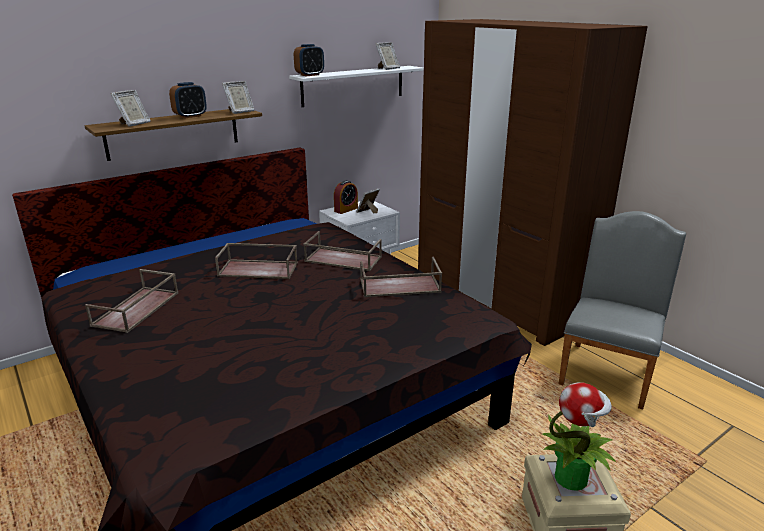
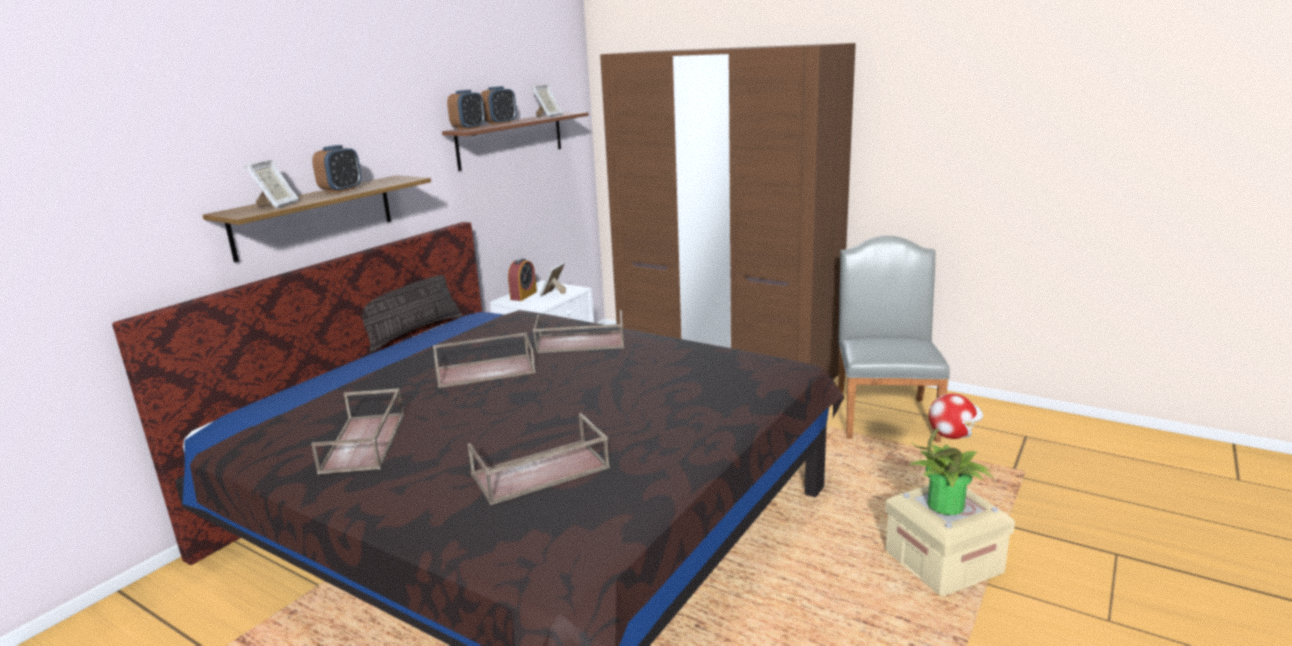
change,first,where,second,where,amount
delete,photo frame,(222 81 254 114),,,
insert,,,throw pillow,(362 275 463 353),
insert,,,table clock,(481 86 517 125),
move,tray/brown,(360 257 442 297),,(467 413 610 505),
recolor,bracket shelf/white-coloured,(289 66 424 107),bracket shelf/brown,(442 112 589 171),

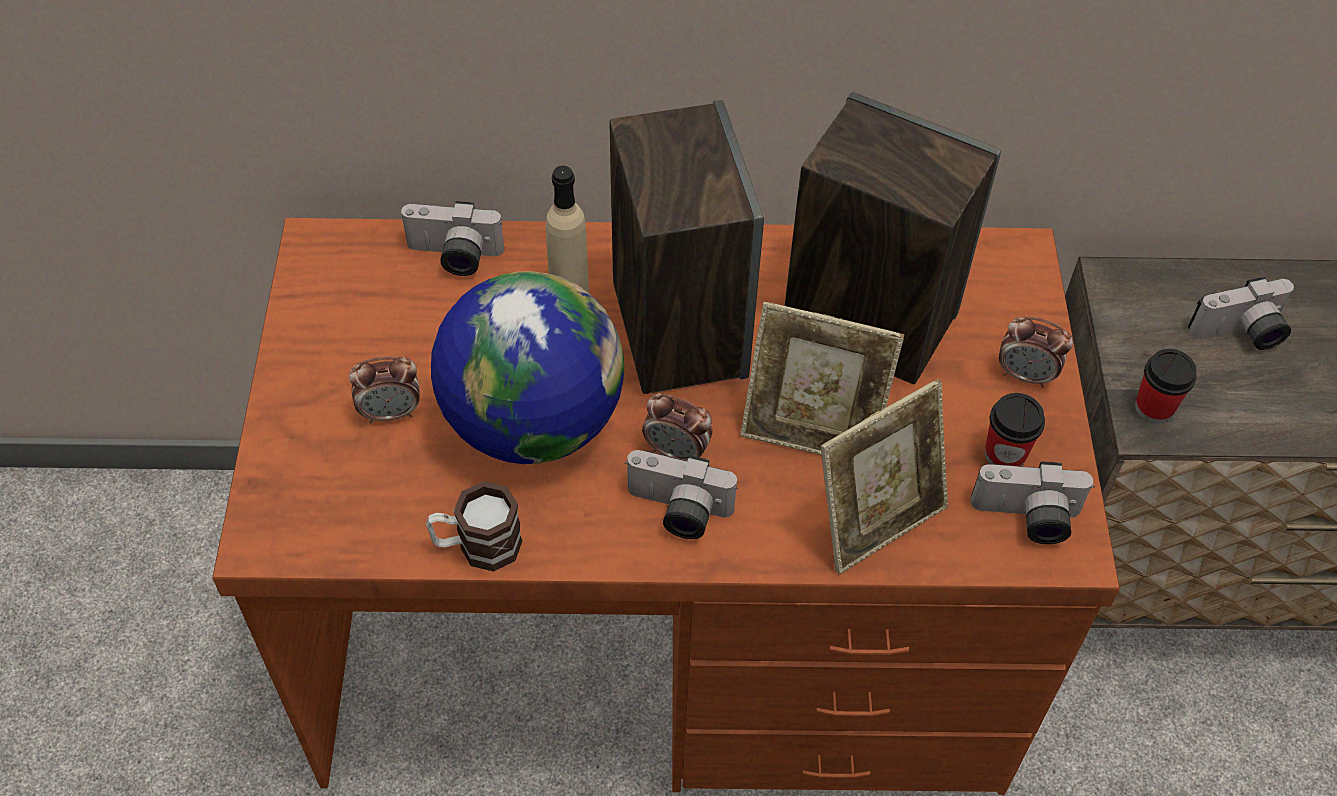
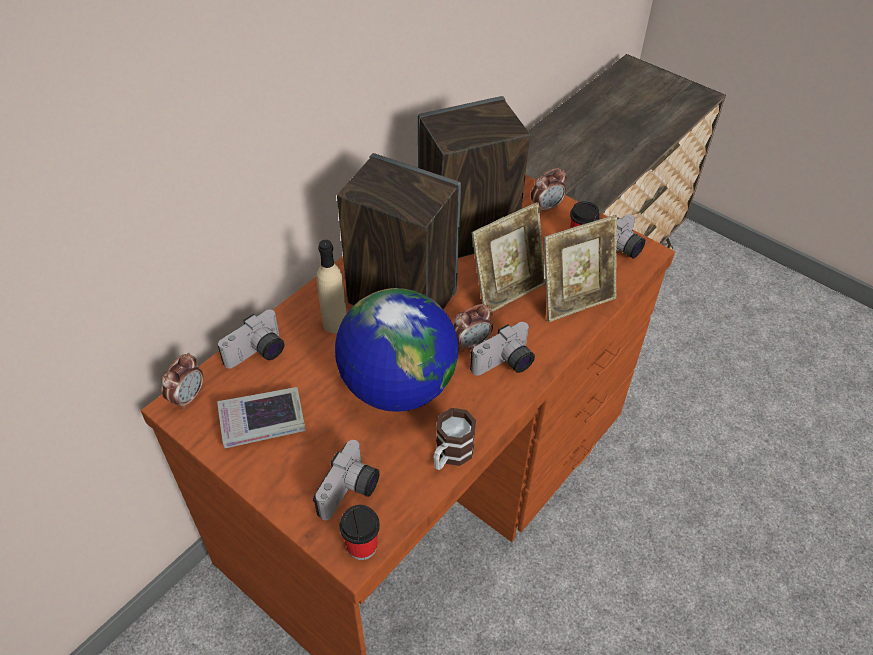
change,first,where,second,where,amount
insert,,,volume,(217 387 306 448),
move,table clock,(349 356 420 423),,(161 353 203 410),
move,small cup,(1135 349 1197 424),,(340 505 380 560),
move,photo camera,(1188 277 1295 350),,(313 440 380 520),
rotate,photo frame,(821 379 948 574),,(544 215 617 322),60 degrees clockwise

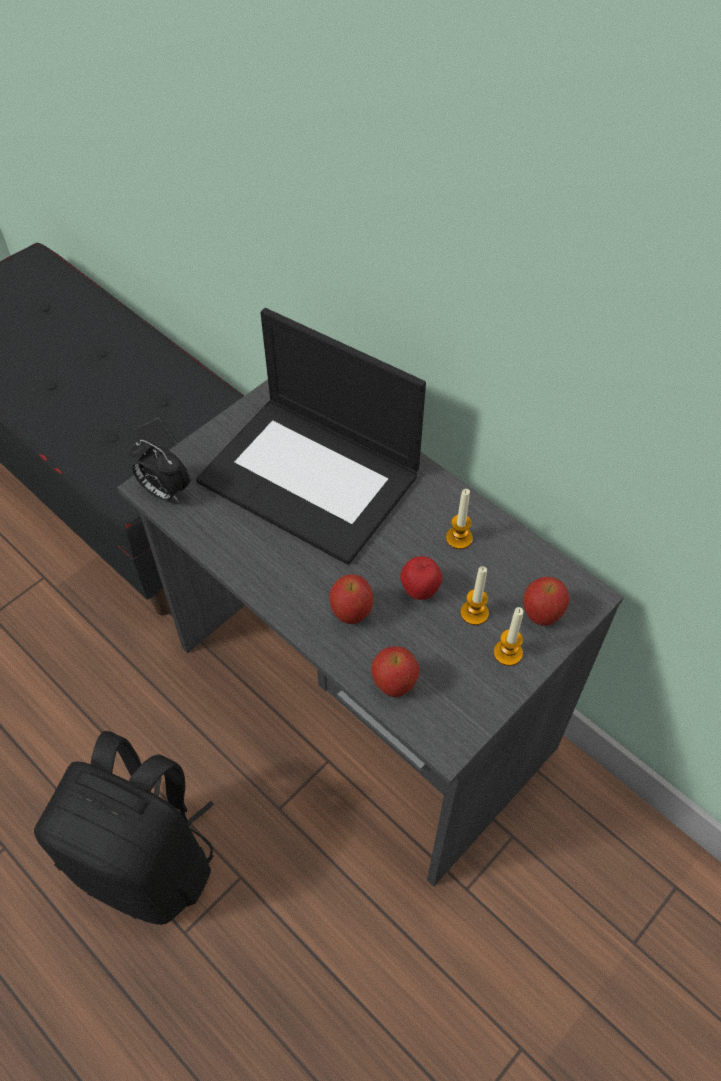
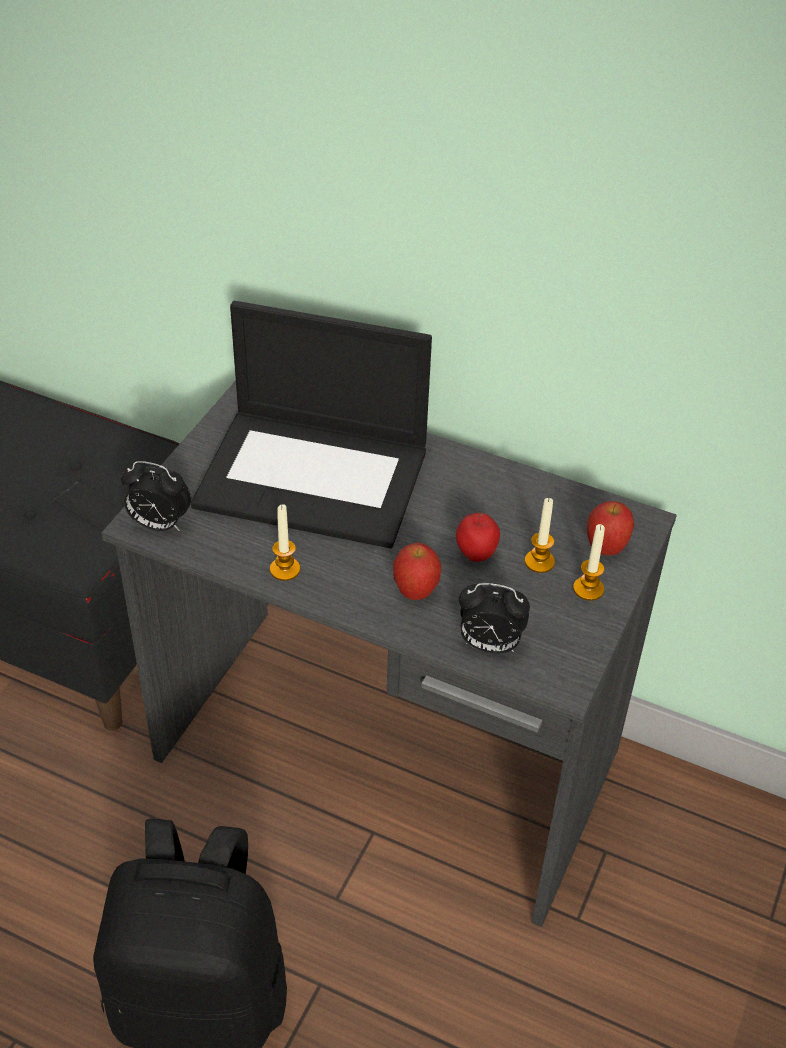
change,first,where,second,where,amount
move,wax light,(446 489 473 549),,(270 504 300 581),
replace,apple fruit,(371 646 419 697),table clock,(459 583 530 654),

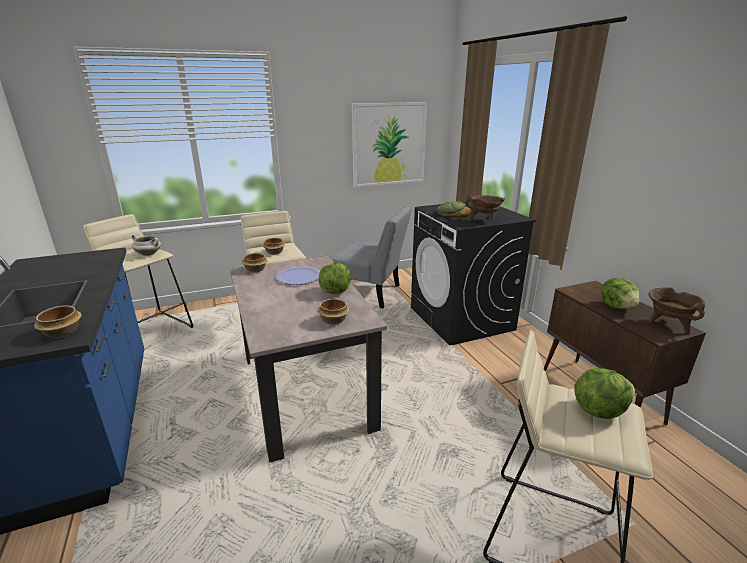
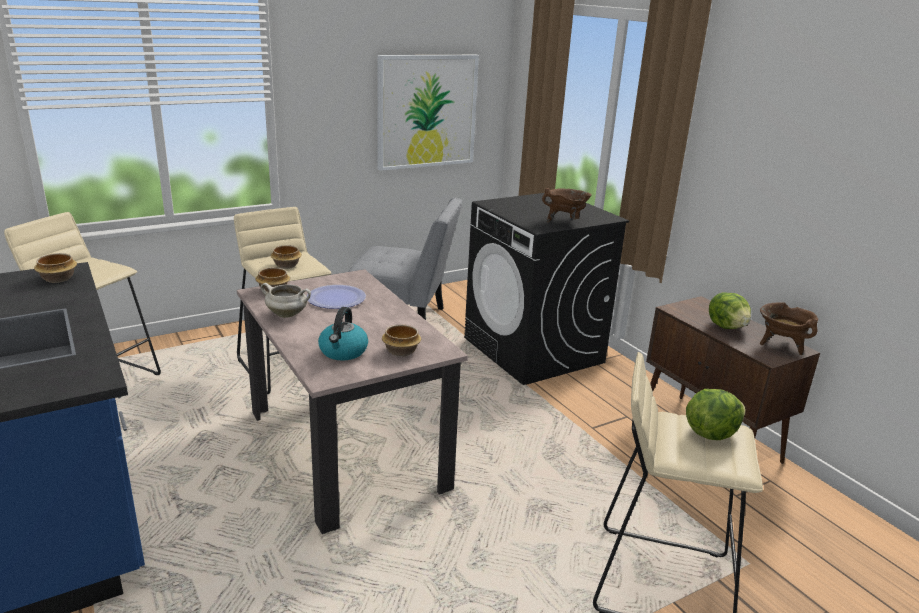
change,first,where,second,where,amount
delete,head of lettuce,(319 263 351 294),,,
delete,bread,(436 201 471 217),,,
insert,,,kettle,(318 307 368 361),
move,deep dish,(34 305 82 338),,(34 253 77 283),
move,stockpot/white-coloured,(132 234 161 256),,(261 283 311 318),

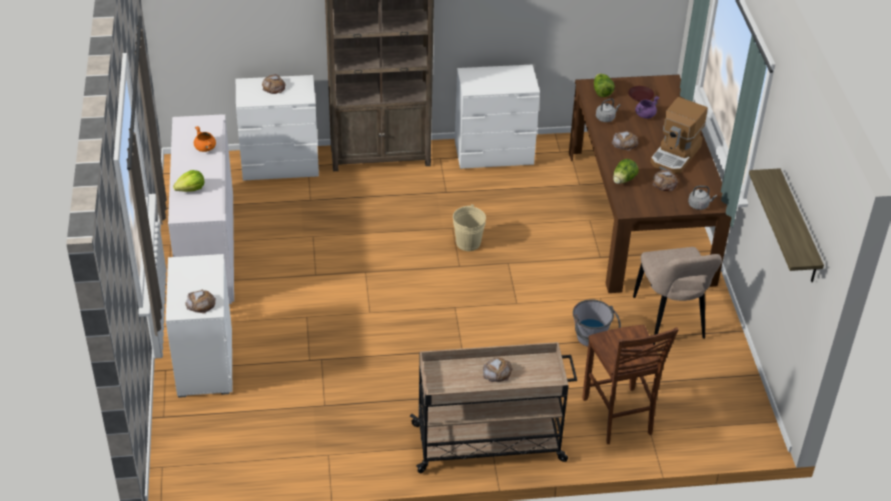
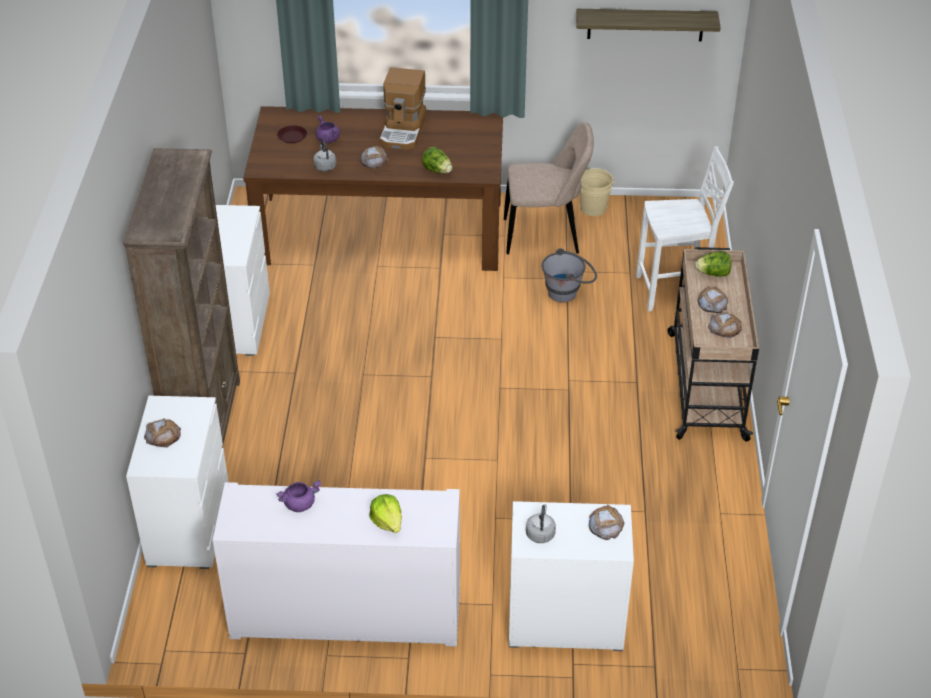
change,first,where,second,where,amount
move,bucket/sand-coloured,(453 204 486 251),,(579 168 615 216),
move,head of lettuce,(594 73 615 97),,(695 251 731 277),
move,bread,(653 169 678 191),,(708 312 742 339),
move,kettle/gray,(688 186 717 210),,(526 504 556 543),
recolor,stockpot/orange,(194 126 216 152),stockpot/purple,(276 480 321 512),
recolor,chair/brown,(582 325 679 444),chair/white-coloured,(636 146 734 311),
rotate,coffee brewer,(650 97 708 174),,(380 67 426 150),60 degrees clockwise

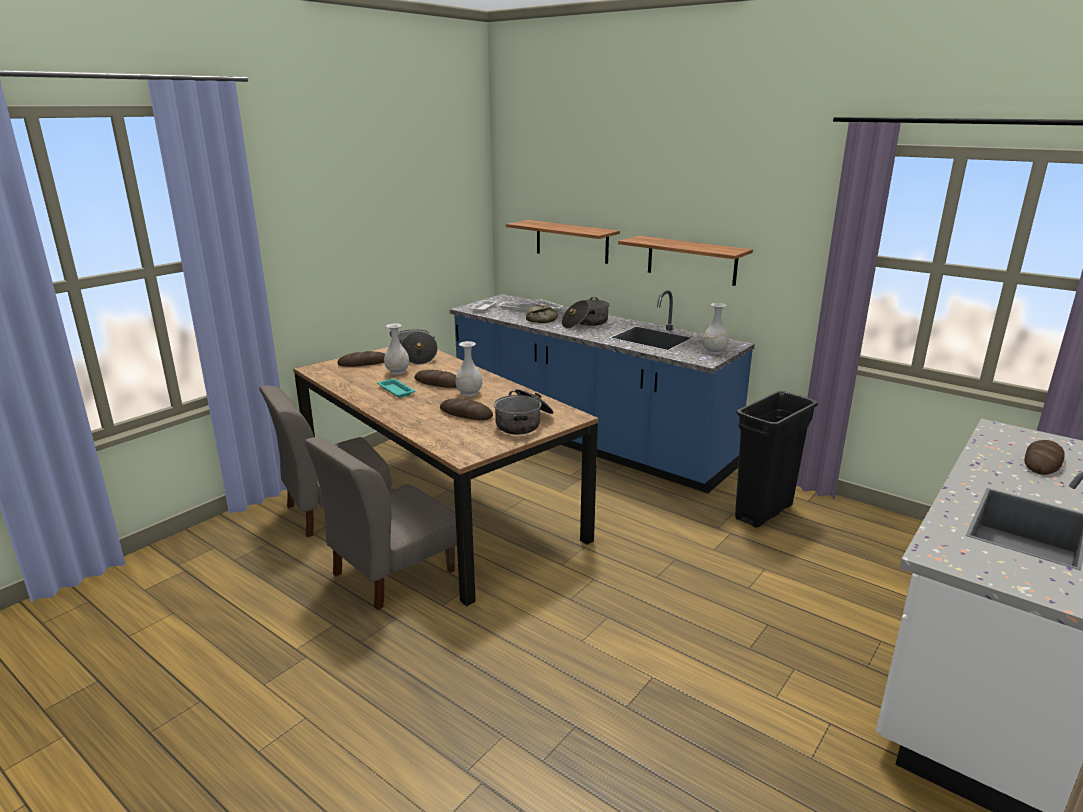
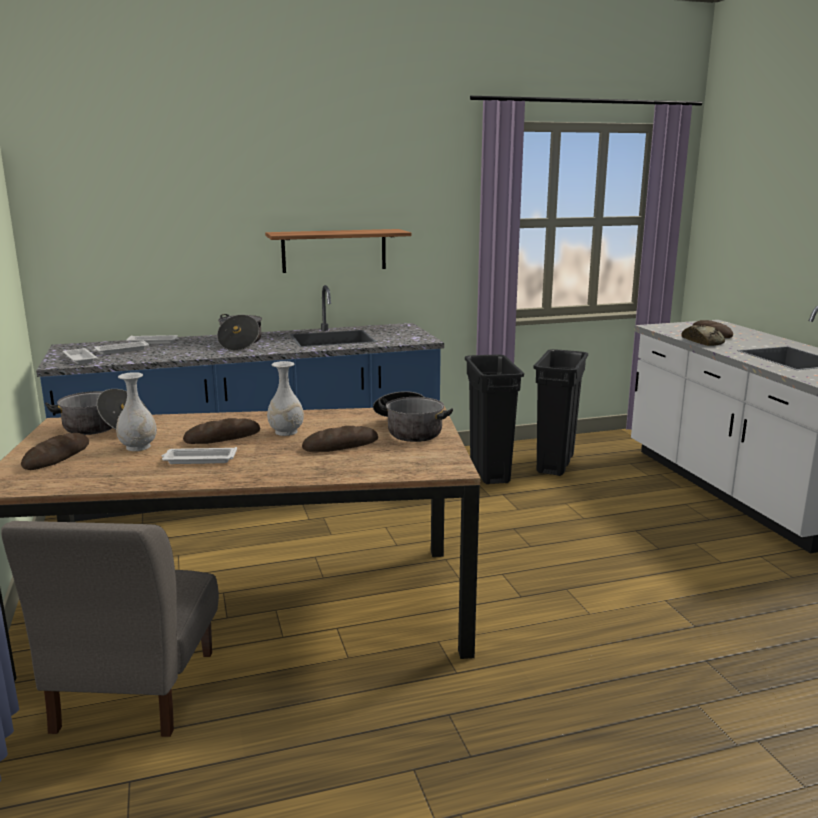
change,first,where,second,where,amount
delete,chair/gray,(305 437 457 610),,,
delete,bracket shelf,(506 220 620 264),,,
delete,flower vase/white-coloured,(703 303 728 355),,,
insert,,,trash can/black,(534 349 588 476),
move,bread,(526 304 558 323),,(682 325 725 346),
recolor,tray/turquoise-coloured,(377 378 415 398),tray/white-coloured,(162 447 237 464),

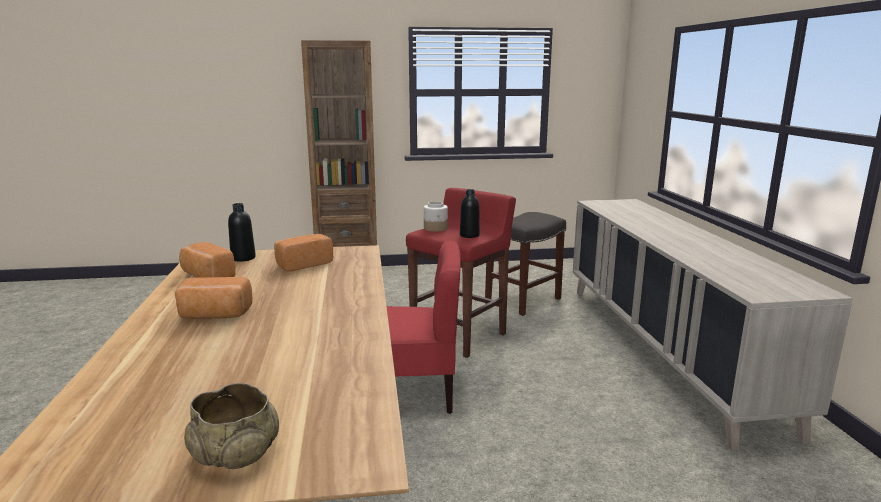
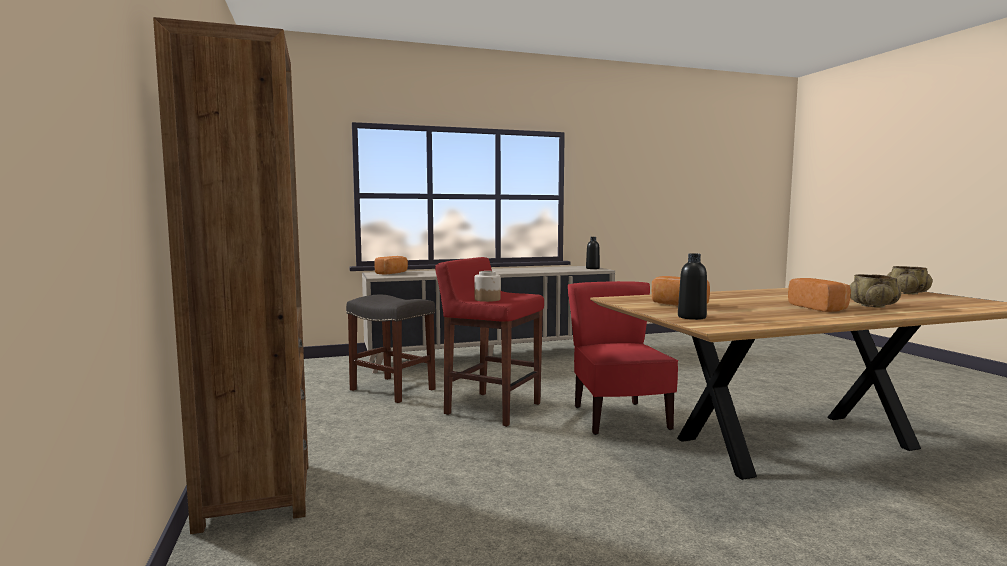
change,first,where,second,where,amount
insert,,,deep dish/sand-coloured,(850 274 901 308),
move,bread,(179 242 235 278),,(374 256 408 275),
move,beverage bottle/black,(460 189 480 238),,(586 237 600 269),

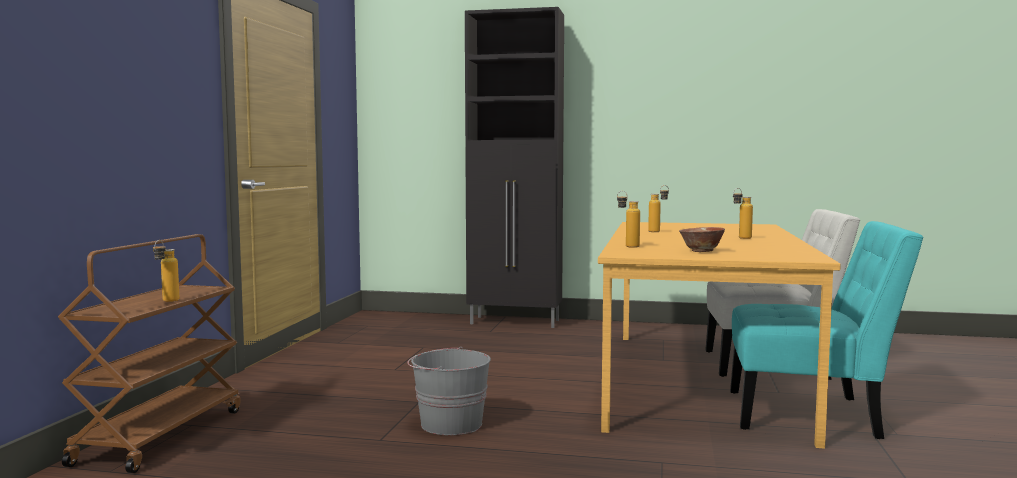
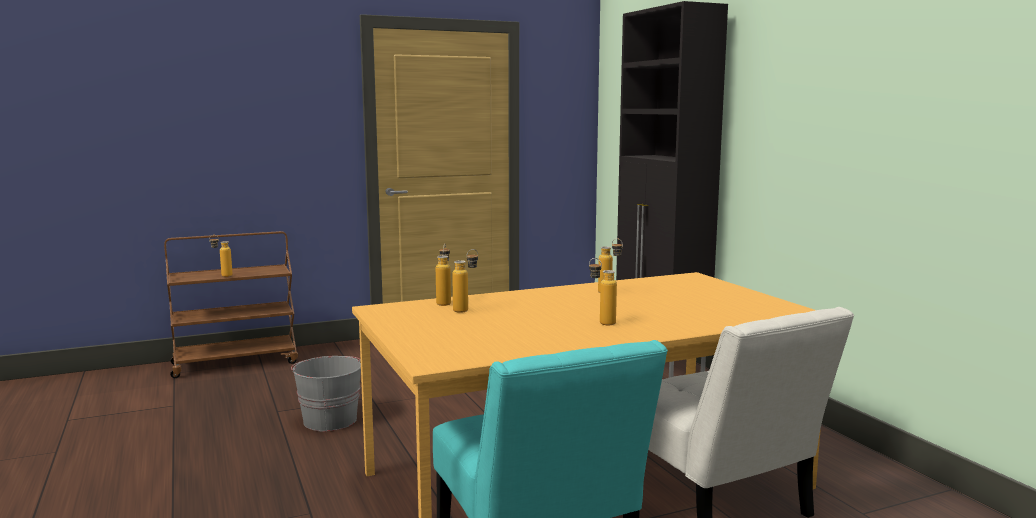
change,first,where,second,where,amount
delete,deep dish,(679 227 725 252),,,
insert,,,beverage bottle,(452 249 478 313),

